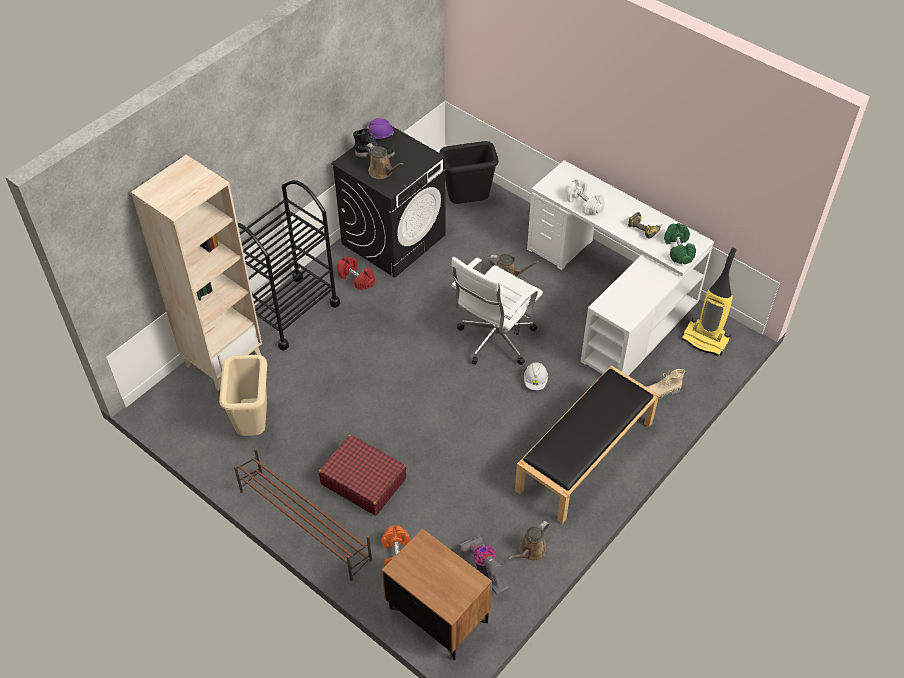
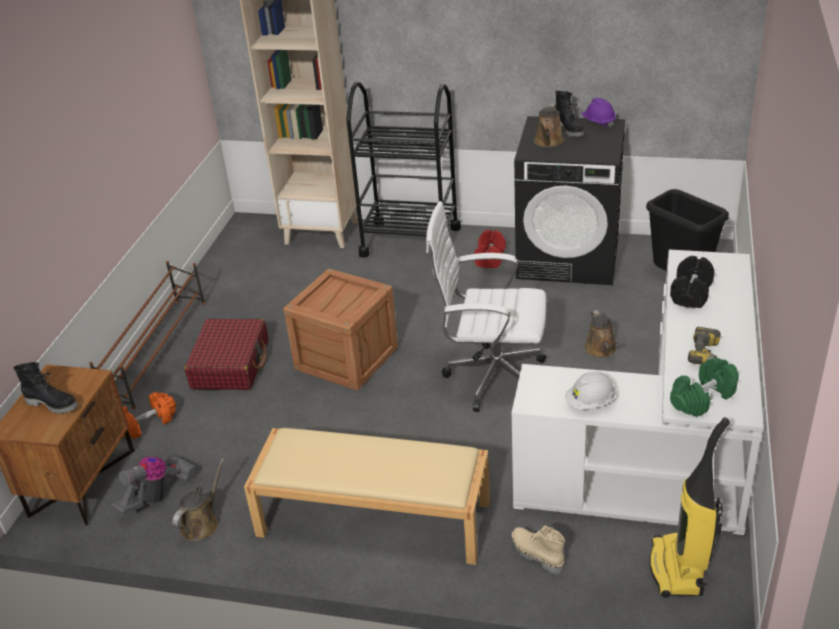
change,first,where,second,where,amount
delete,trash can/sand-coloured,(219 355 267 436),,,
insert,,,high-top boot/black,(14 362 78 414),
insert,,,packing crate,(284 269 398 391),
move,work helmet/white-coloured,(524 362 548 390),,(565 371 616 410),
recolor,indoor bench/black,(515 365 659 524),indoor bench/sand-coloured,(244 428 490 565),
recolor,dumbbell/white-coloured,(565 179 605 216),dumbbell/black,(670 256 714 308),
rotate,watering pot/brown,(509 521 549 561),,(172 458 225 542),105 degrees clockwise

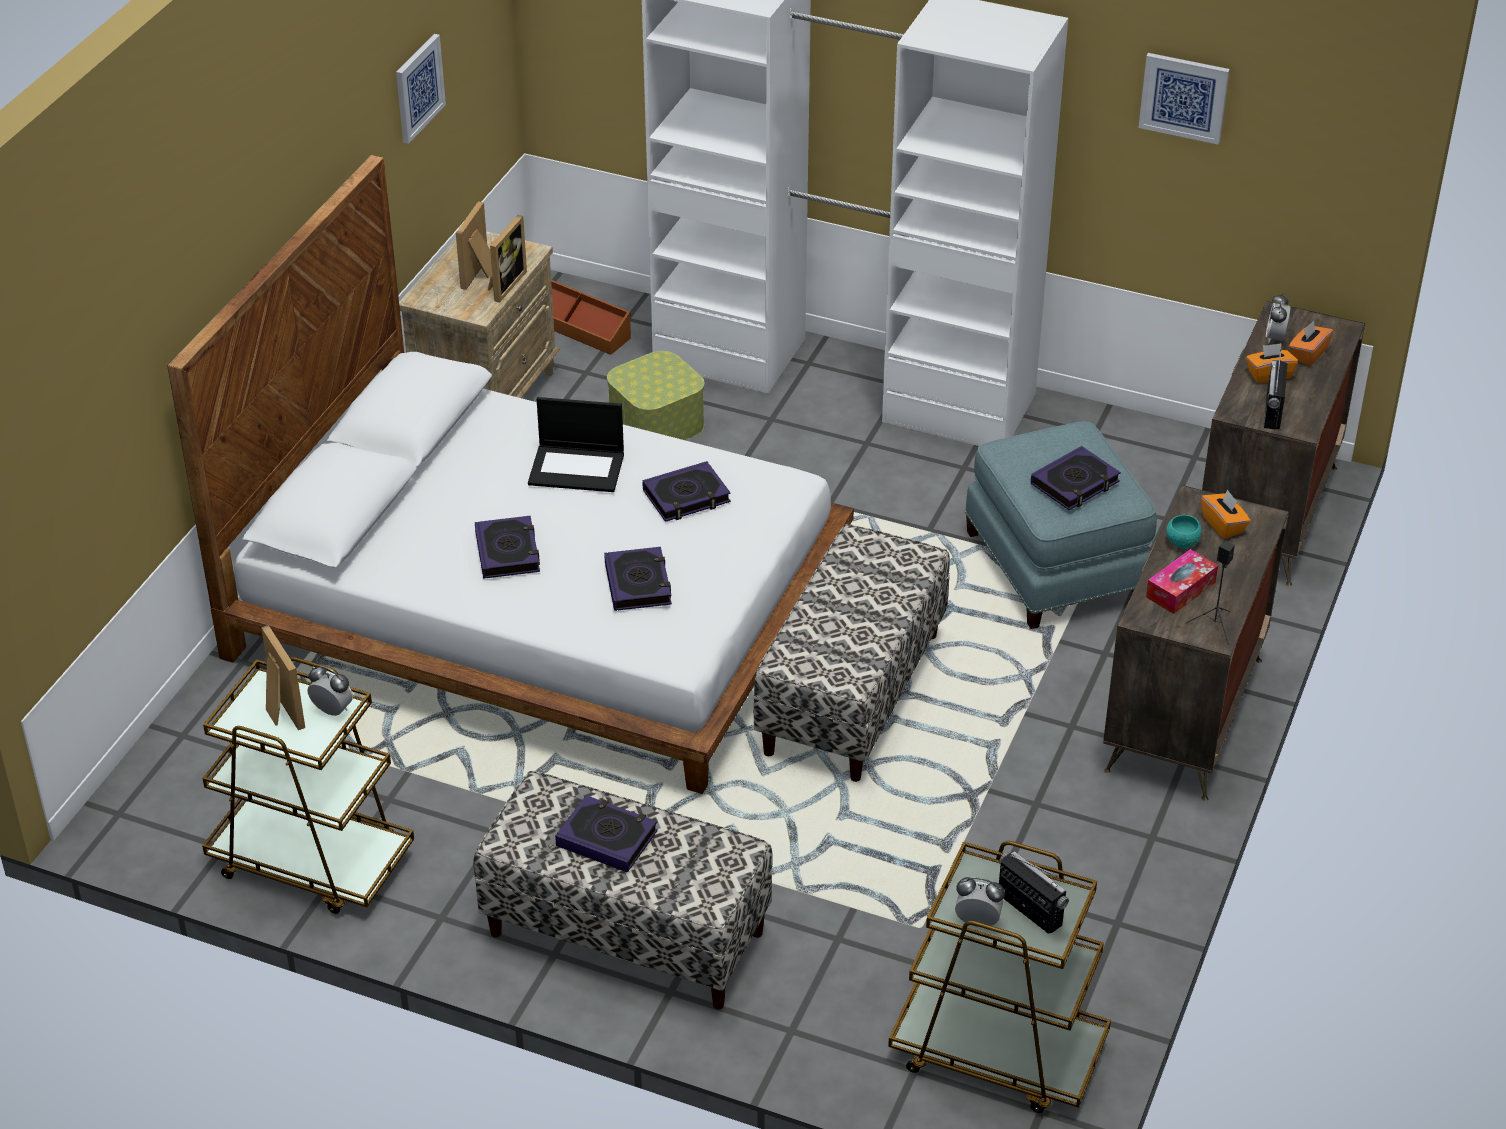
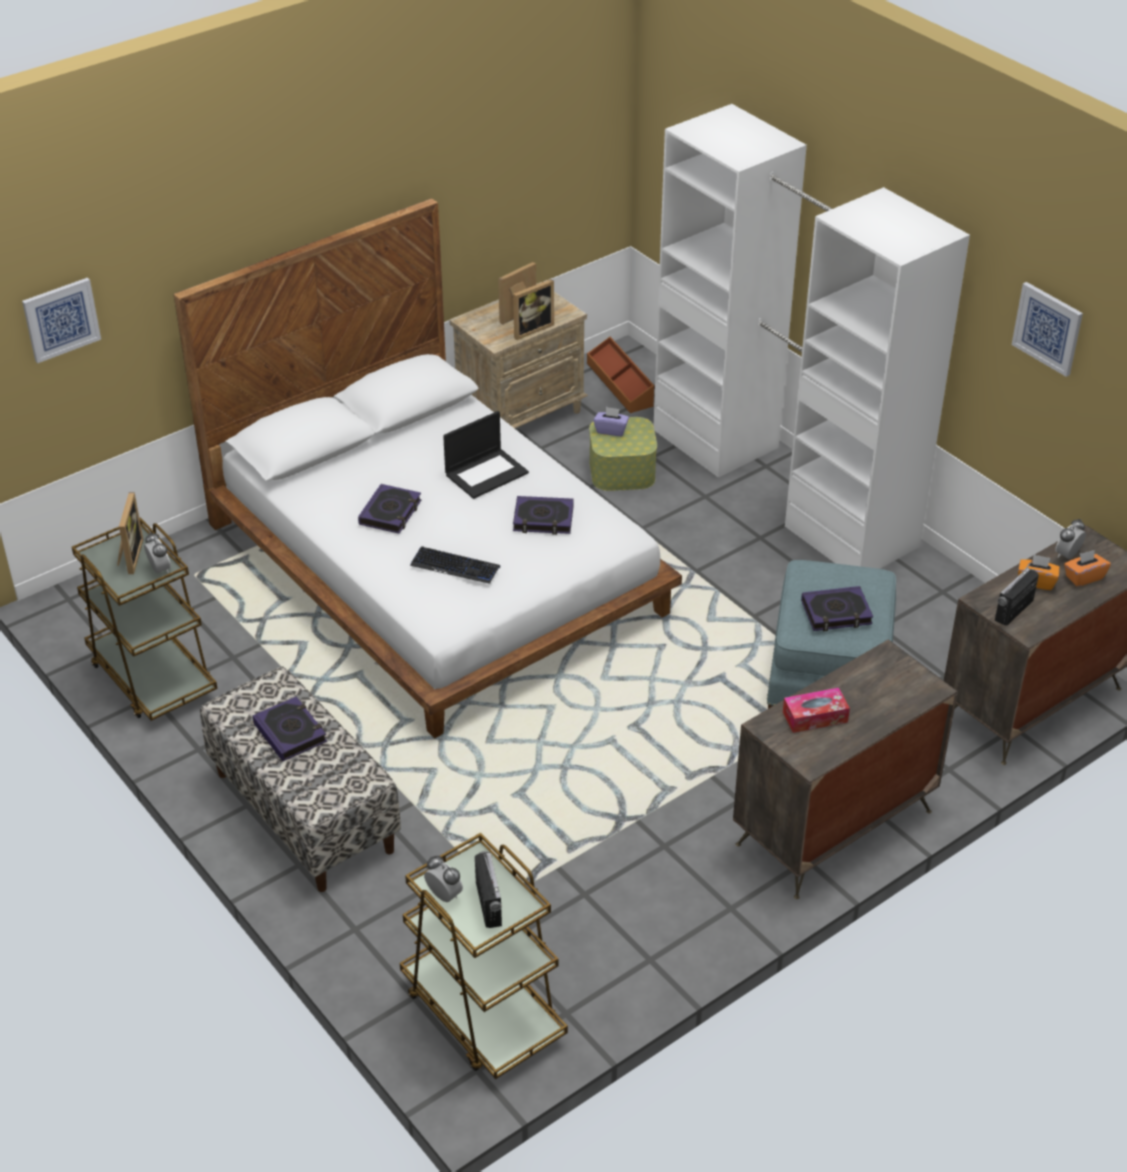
change,first,where,second,where,amount
delete,indoor bench,(754 524 950 782),,,
delete,deep dish/turquoise-coloured,(1166 515 1202 548),,,
delete,audio speaker/black,(1186 541 1235 644),,,
delete,tissue holder/orange,(1201 489 1250 539),,,
insert,,,tissue holder/purple,(594 407 629 436),
move,picture,(396 34 446 144),,(22 278 101 363),
replace,volume,(604 547 672 611),computer keyboard,(410 546 500 584),
rotate,notebook computer,(528 397 624 492),,(443 411 529 499),75 degrees counterclockwise

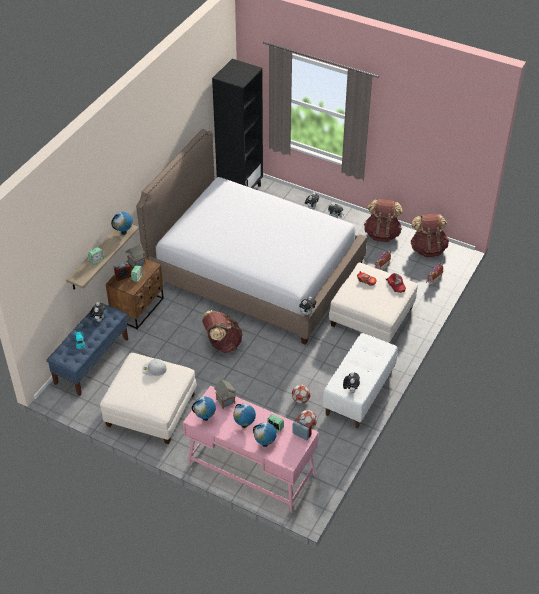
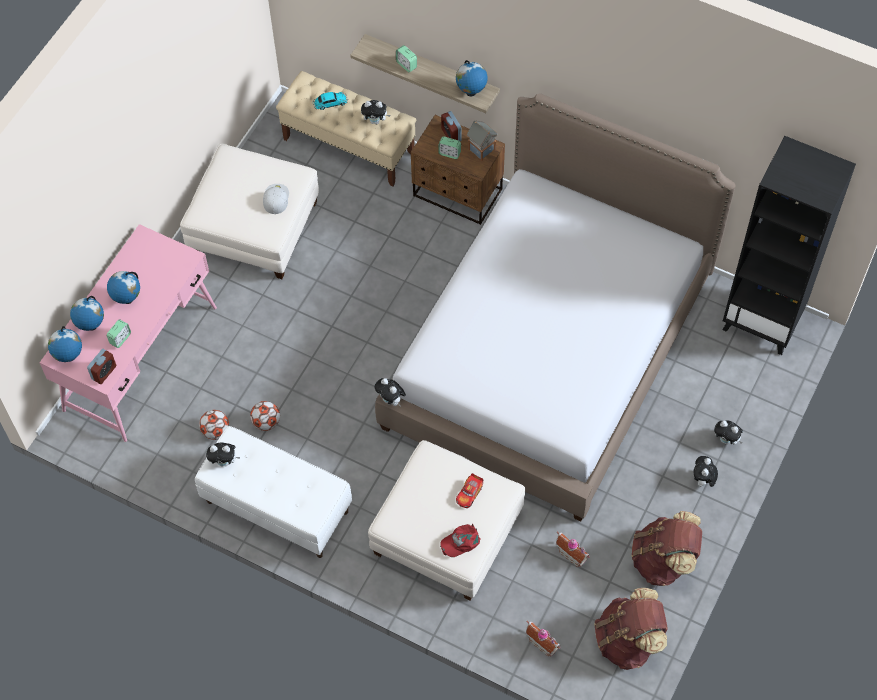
change,first,where,second,where,amount
delete,knapsack/brown,(201 310 243 353),,,
delete,model house,(214 379 236 409),,,
move,globe,(192 397 216 421),,(48 326 82 362),
recolor,indoor bench/blue,(47 302 128 396),indoor bench/sand-coloured,(276 71 416 187),

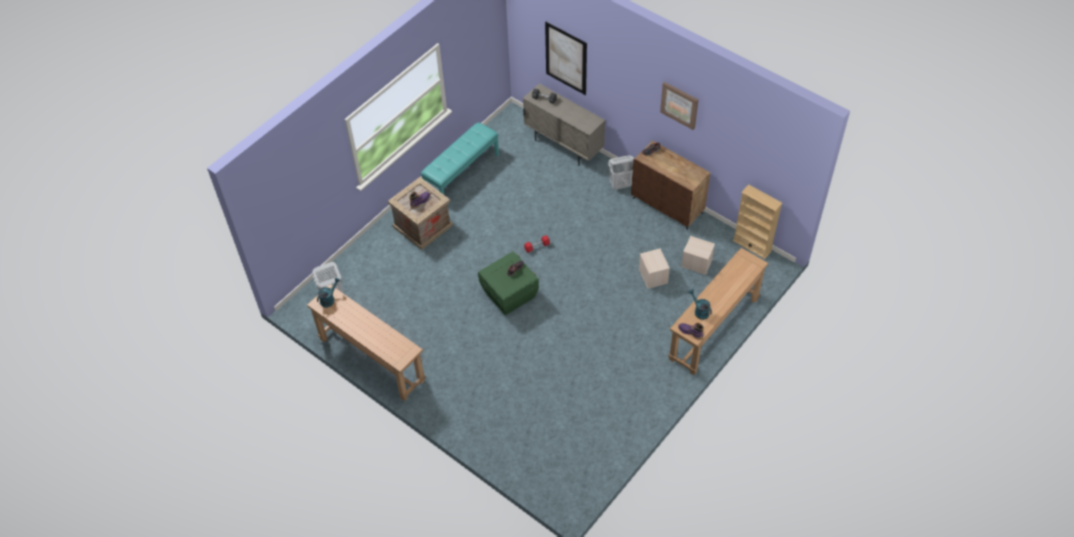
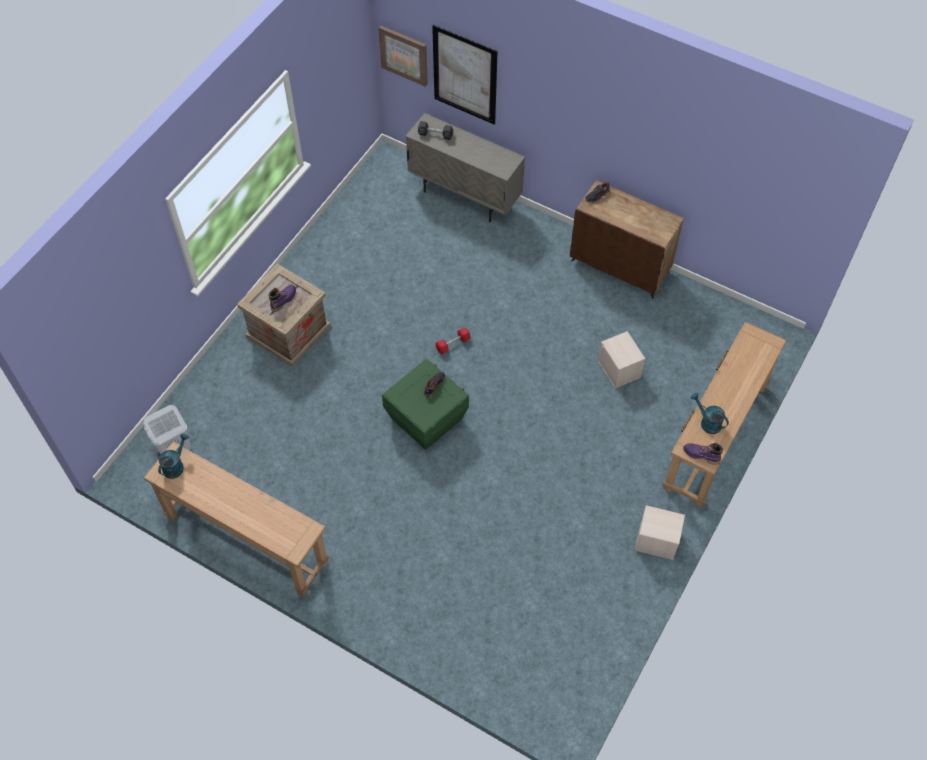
change,first,where,second,where,amount
delete,indoor bench/turquoise-coloured,(421 122 499 195),,,
delete,laundry basket/white-coloured,(608 155 634 190),,,
delete,bookshelf/sand-coloured,(733 184 783 259),,,
move,picture,(660 82 698 130),,(378 25 428 87),
move,storage box/sand-coloured,(681 236 715 275),,(635 505 685 560),

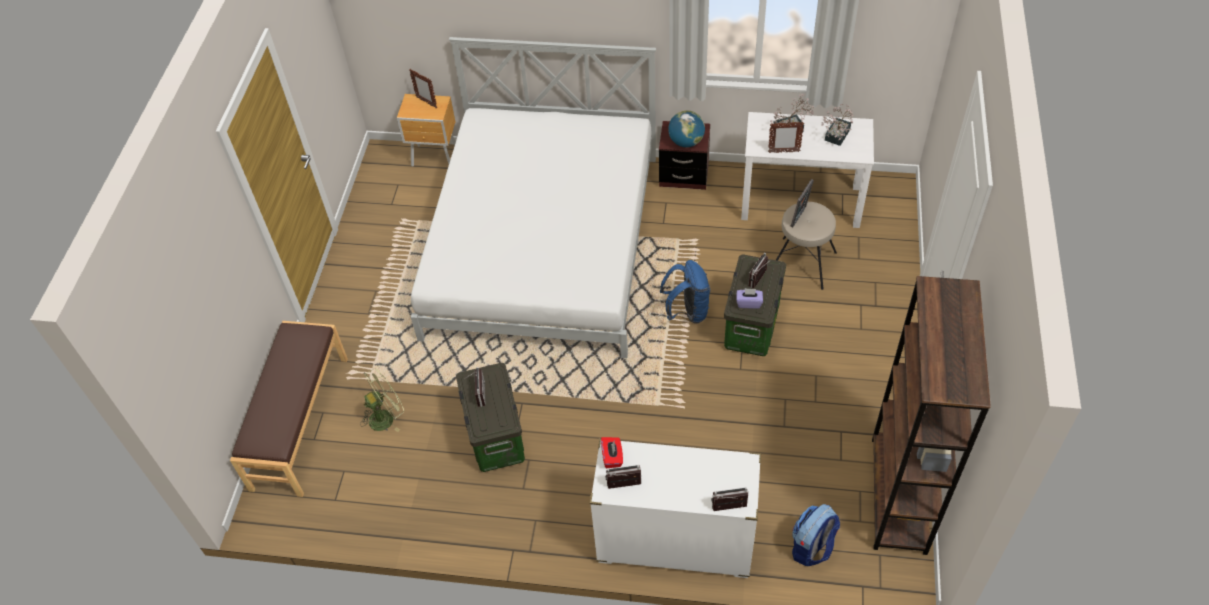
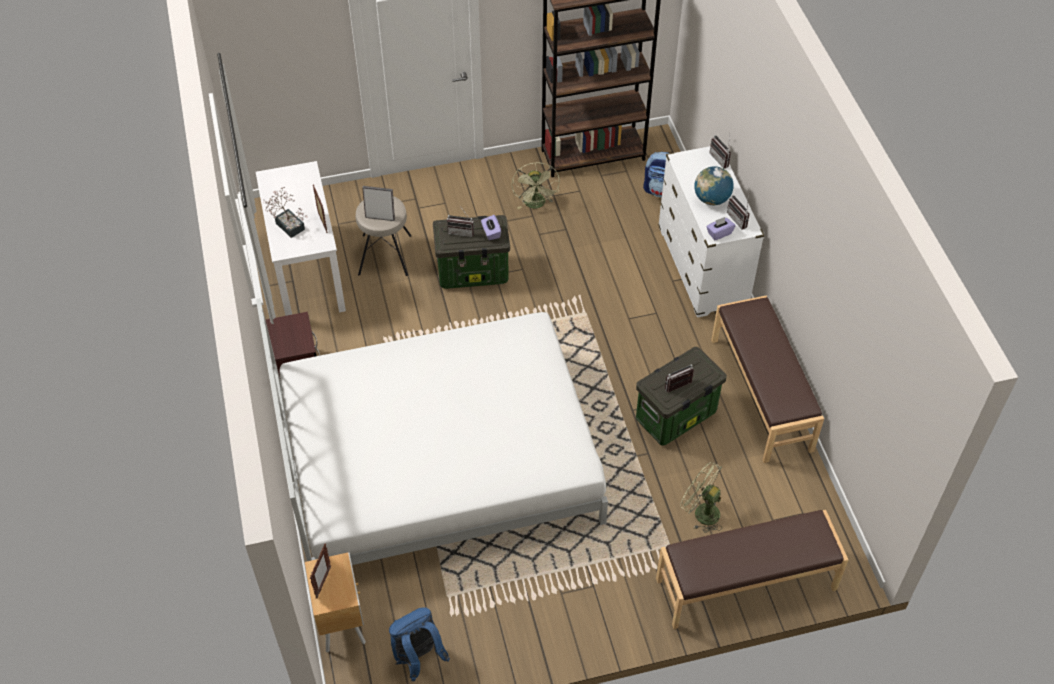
change,first,where,second,where,amount
delete,plant in a pot,(821 104 854 146),,,
insert,,,cooling fan/green-coloured,(511 162 560 209),
insert,,,indoor bench/brown,(711 296 824 463),
move,knapsack/blue,(660 260 710 324),,(389 607 450 681),
move,globe,(668 110 705 147),,(694 166 734 205),
recolor,tissue holder/reddish,(601 437 623 468),tissue holder/purple,(706 217 735 240),

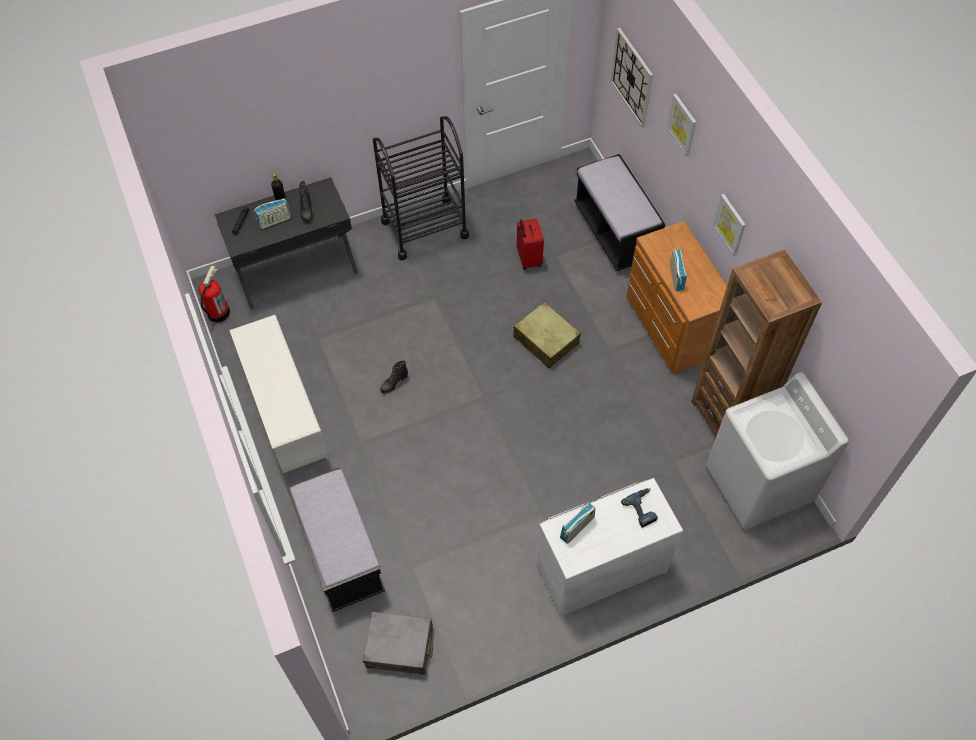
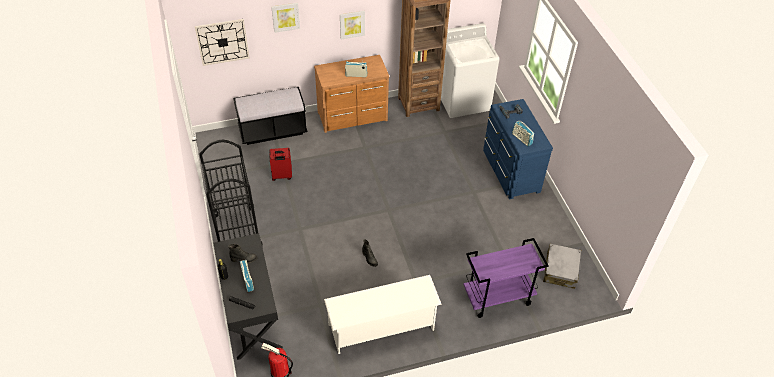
change,first,where,second,where,amount
delete,piece of luggage/sand-coloured,(513 302 581 369),,,
replace,indoor bench/black,(286 467 385 612),trolley/purple,(463 238 549 318),
recolor,chest of drawers/white-coloured,(536 478 683 618),chest of drawers/blue,(483 99 553 200),

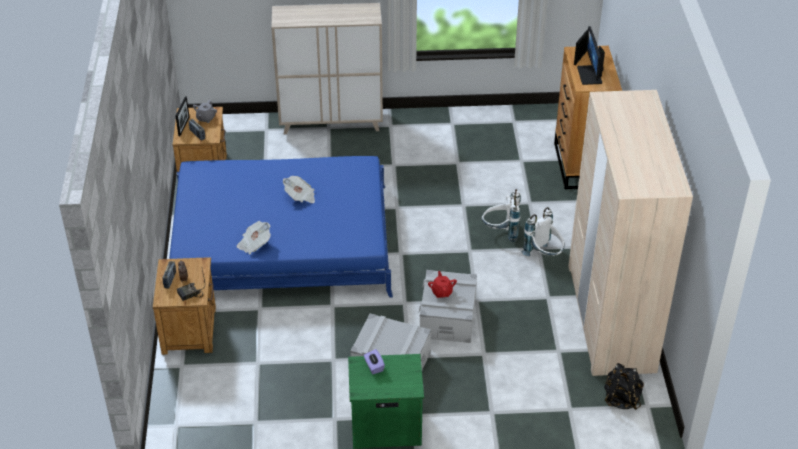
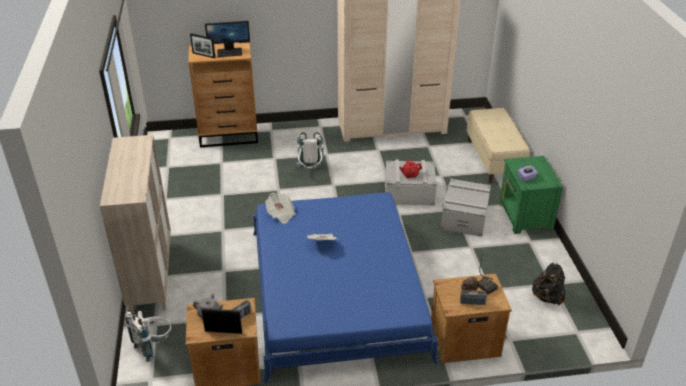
change,first,where,second,where,amount
insert,,,indoor bench/sand-coloured,(467 108 530 183),
move,printed paper,(237 221 271 254),,(265 193 296 224),
move,knapsack/white-coloured,(522 207 565 256),,(125 309 172 362),
move,knapsack/black,(604 363 644 410),,(531 262 565 305),

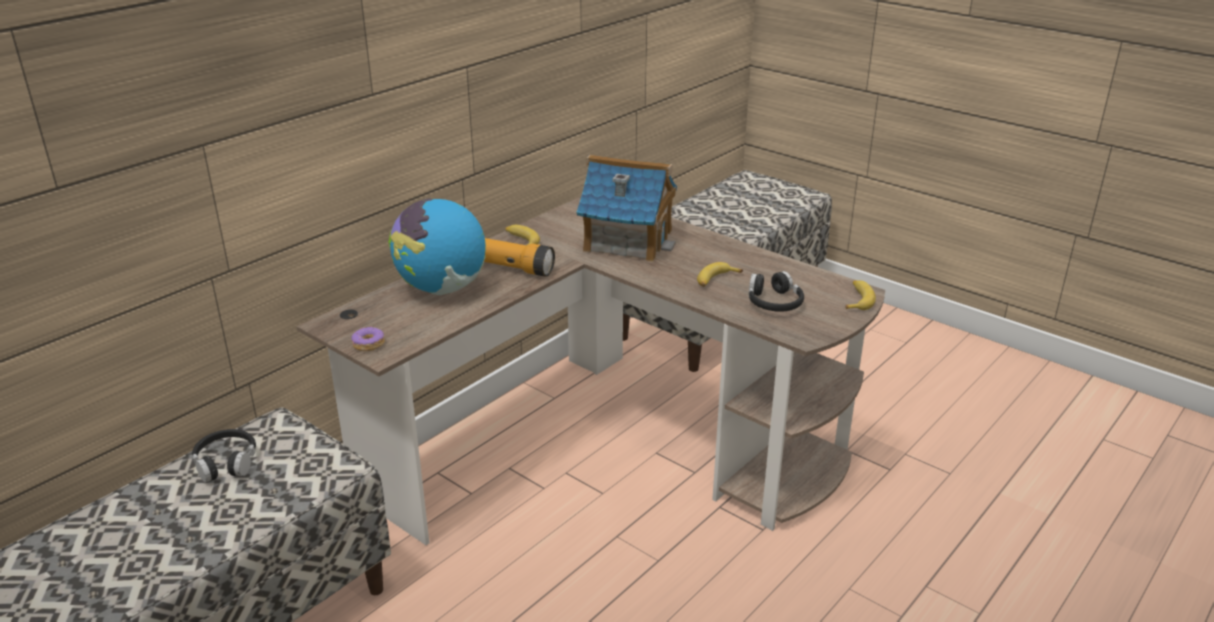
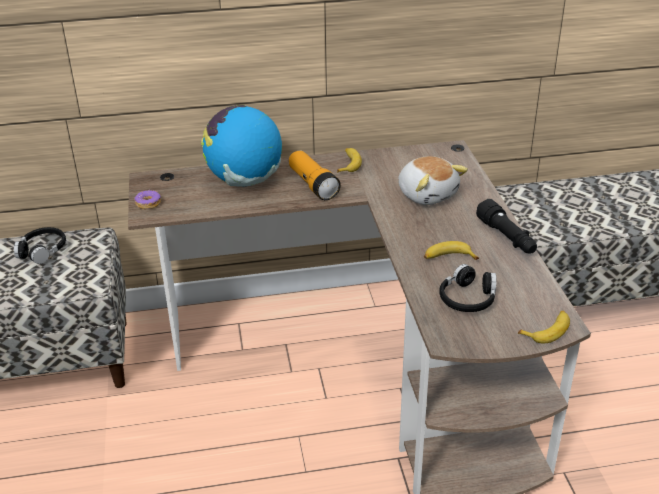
change,first,where,second,where,amount
insert,,,hand torch/black,(476 199 537 254),
replace,model house,(576 155 677 262),plush toy,(398 156 468 205),

